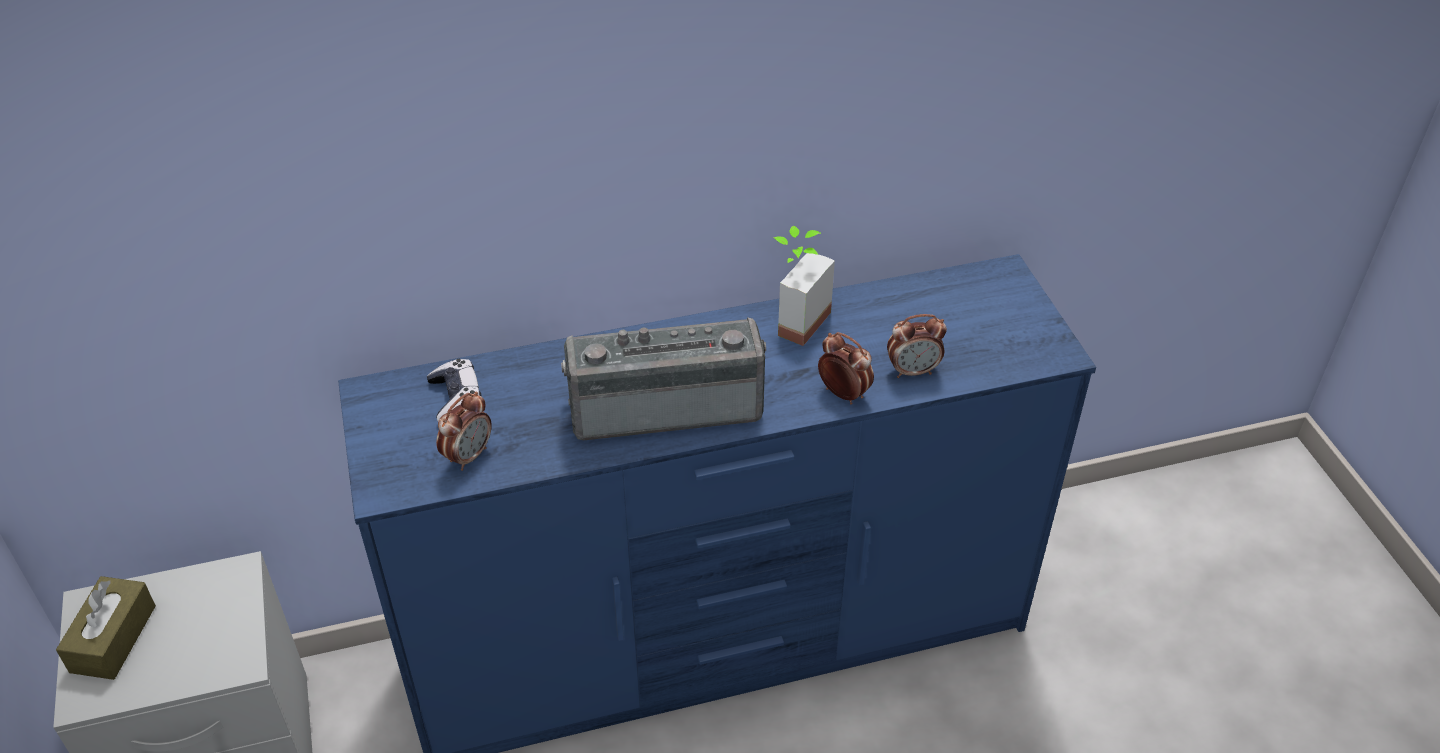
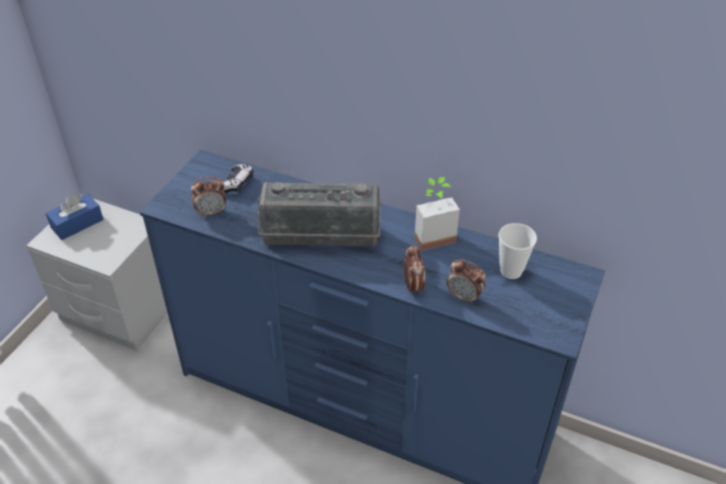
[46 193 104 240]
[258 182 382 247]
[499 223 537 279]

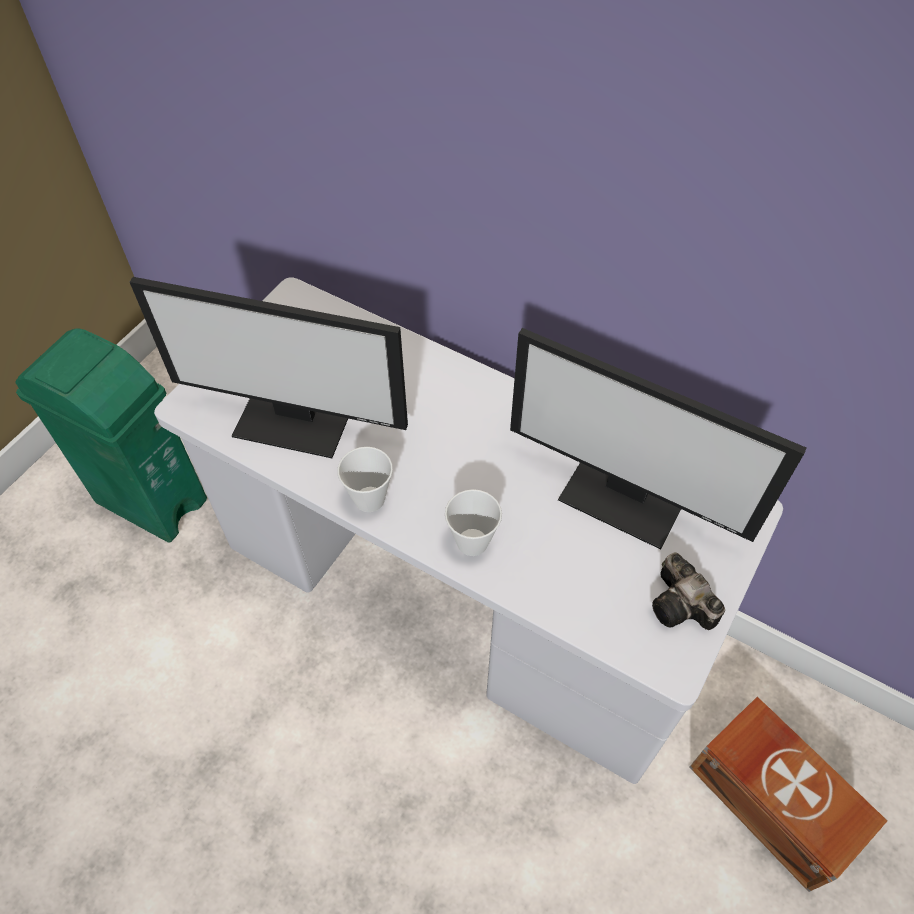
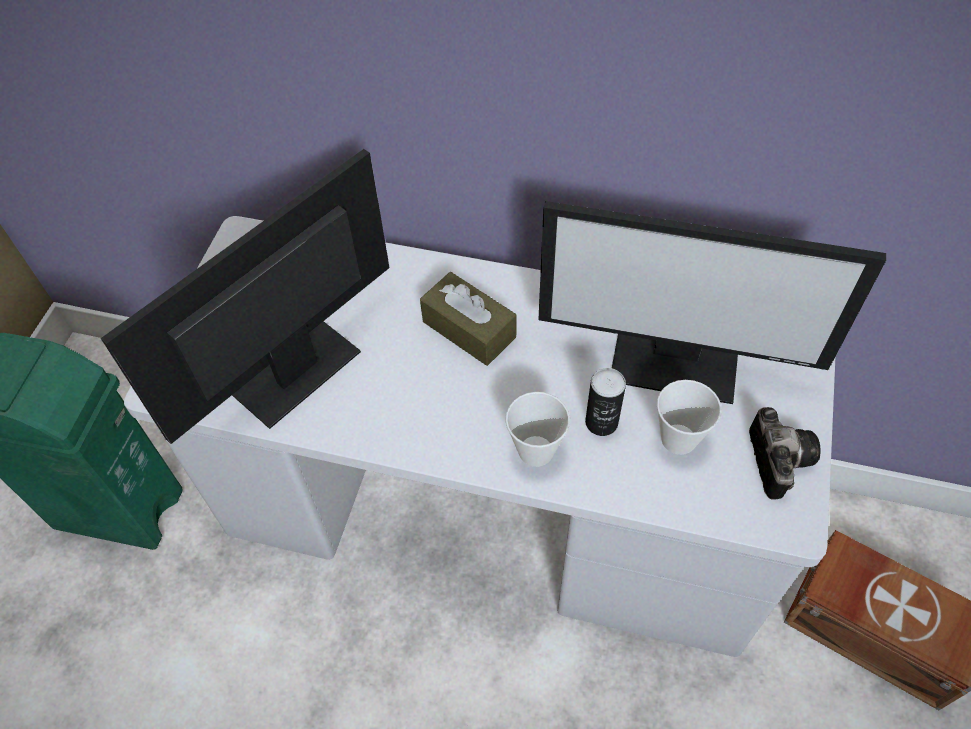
[101 149 390 444]
[420 272 517 366]
[585 368 626 436]
[657 380 722 455]
[749 407 821 499]

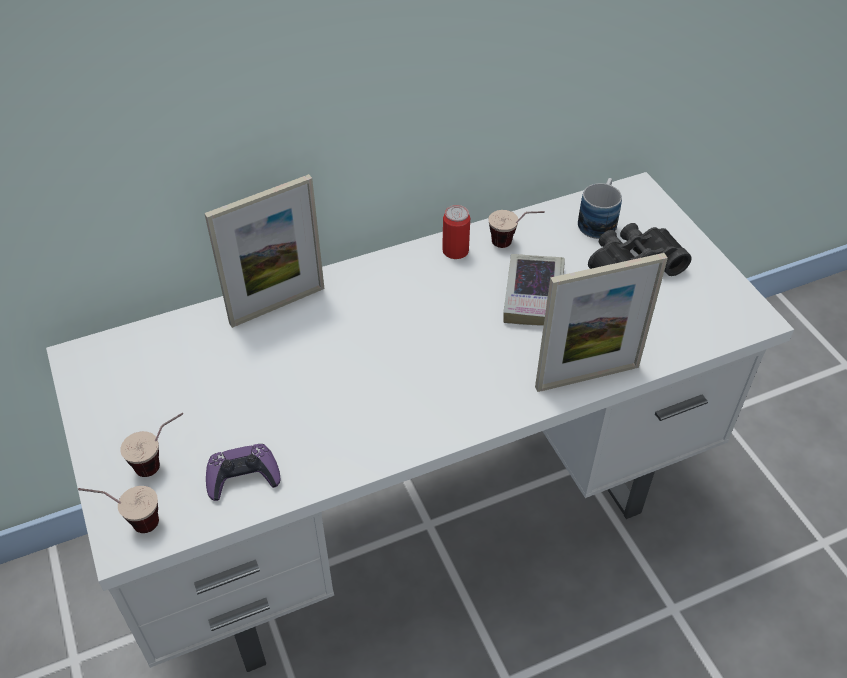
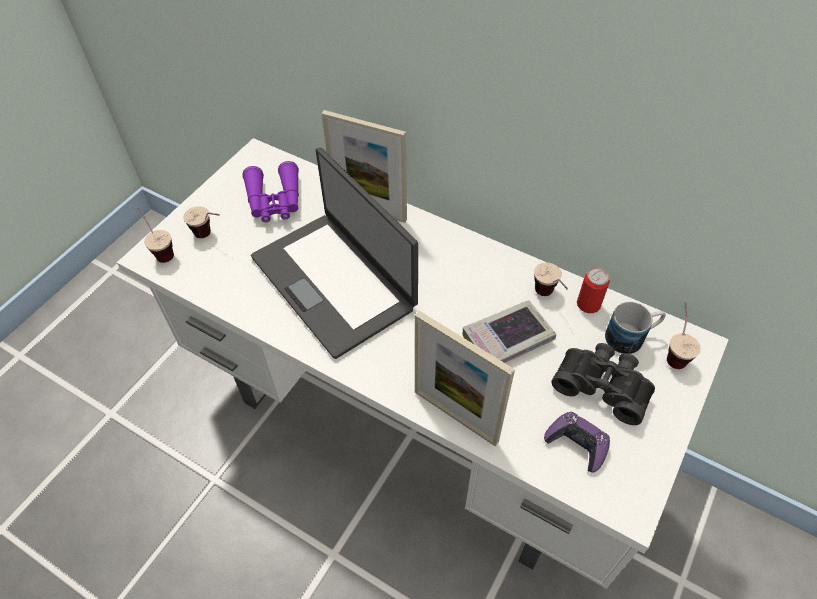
[242 161 299 222]
[251 147 418 359]
[544 412 610 473]
[577 267 610 313]
[667 302 701 369]

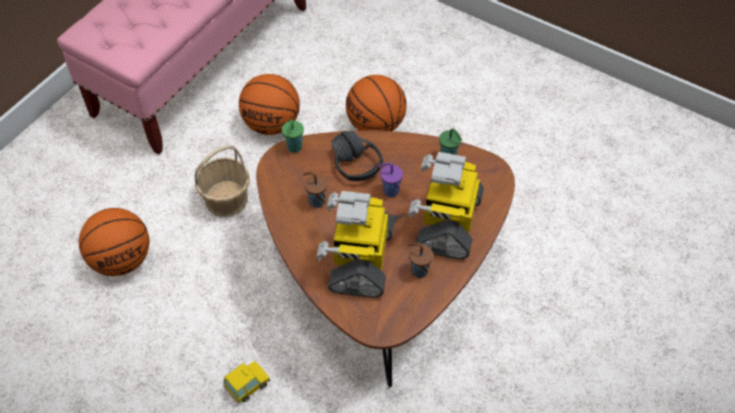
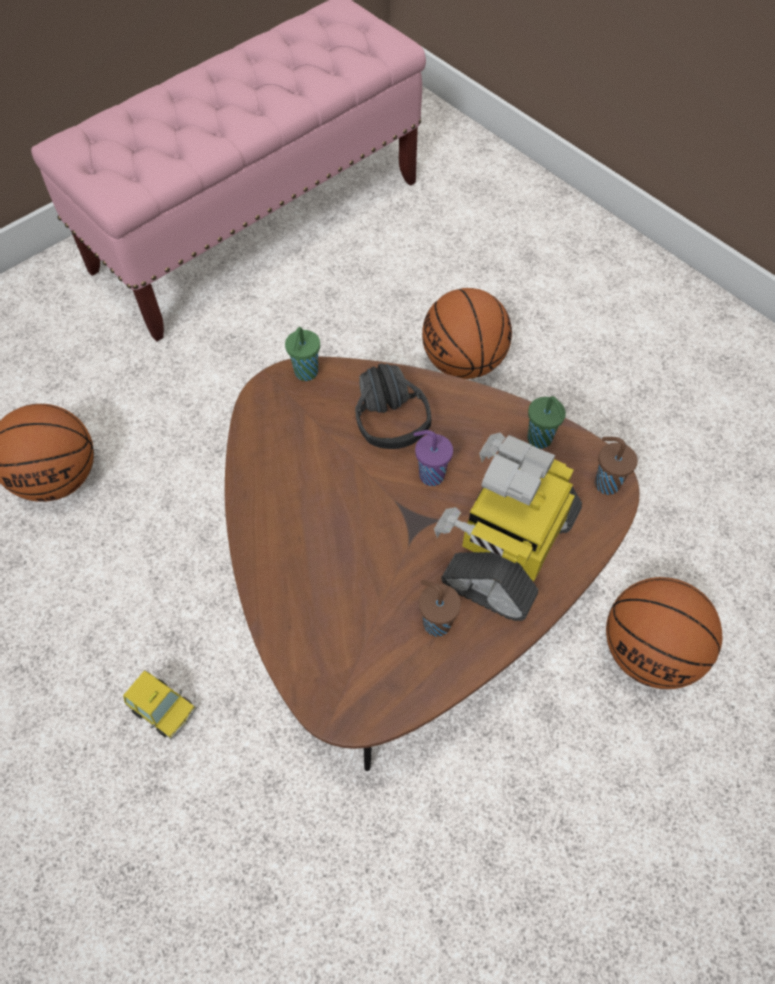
[123 670 197 740]
[595 437 638 495]
[606 577 723 689]
[194 145 250 217] (first image)
[316 191 395 298] (first image)

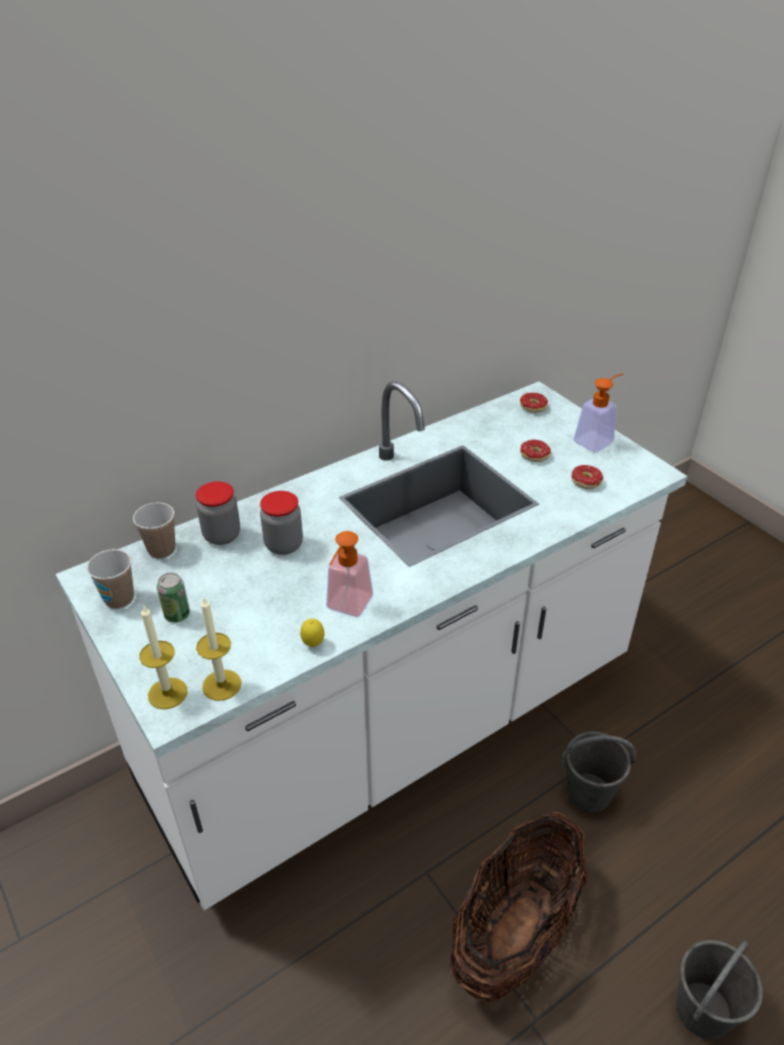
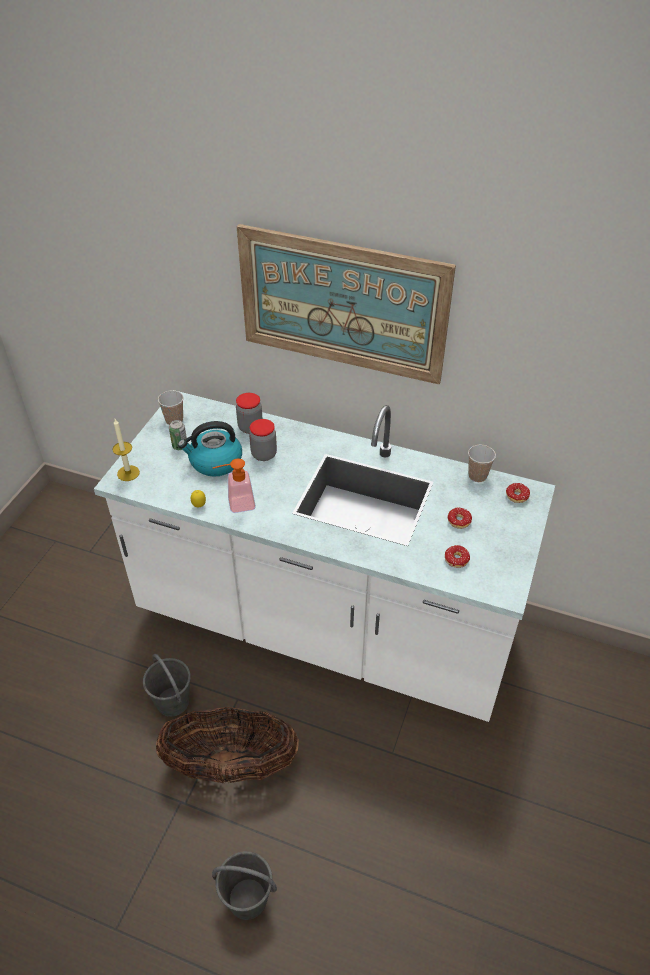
[143 654 191 717]
[178 421 242 477]
[237 224 456 384]
[468 445 496 482]
[196 596 241 701] (first image)
[574 373 623 452] (first image)

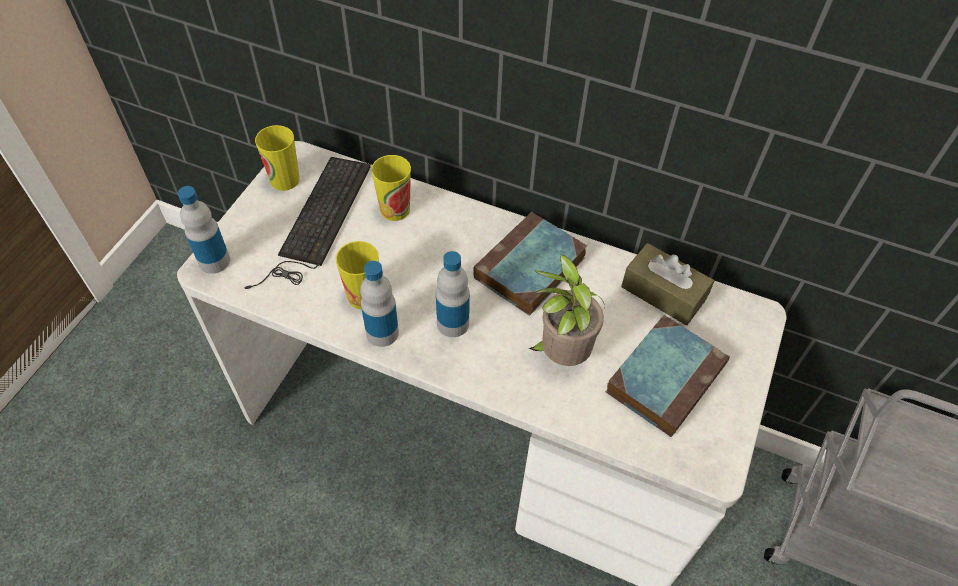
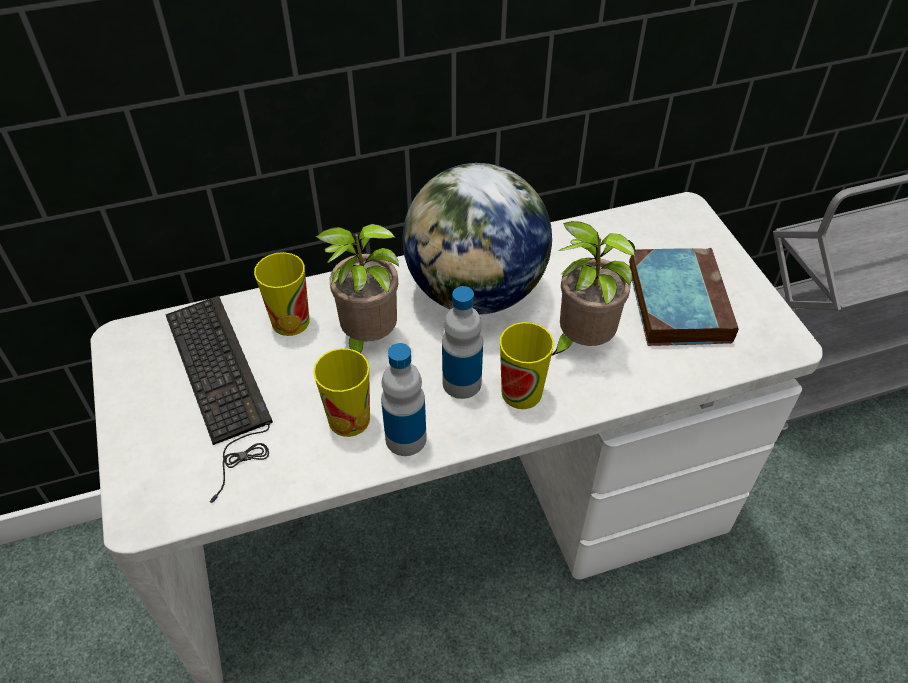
[316 224 399 353]
[402 163 552 315]
[500 322 554 409]
[178 186 230 274] (first image)
[621 243 714 325] (first image)

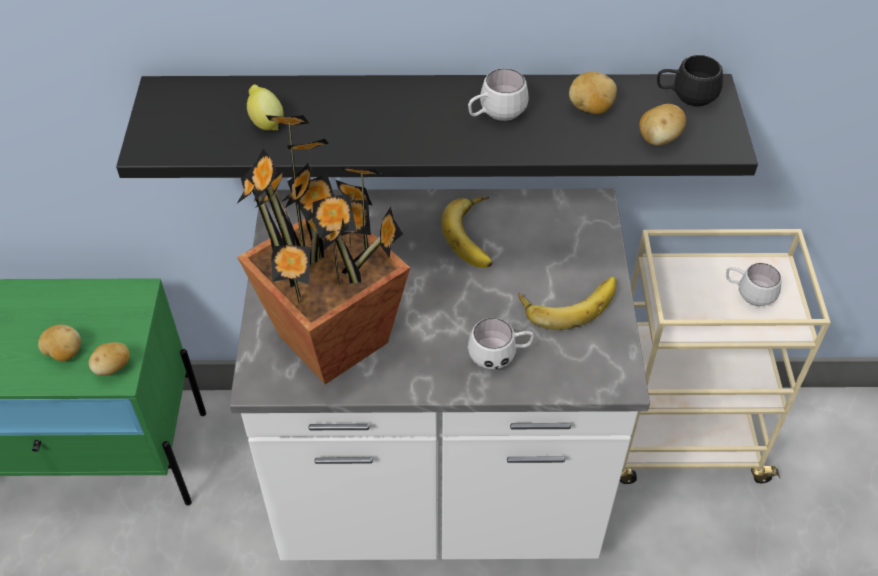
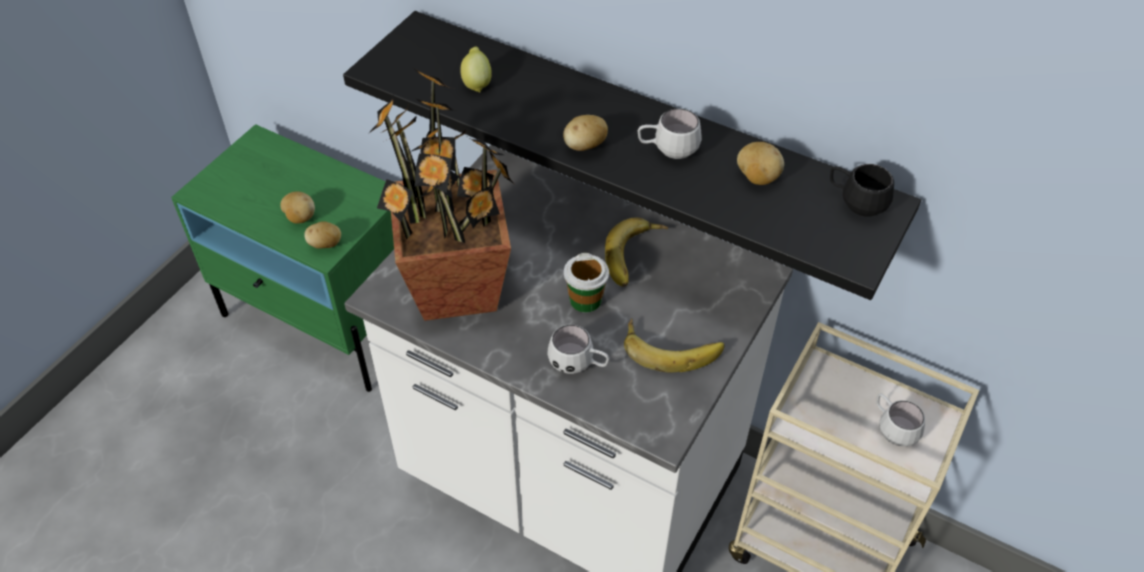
[563 115 608 151]
[564 253 609 313]

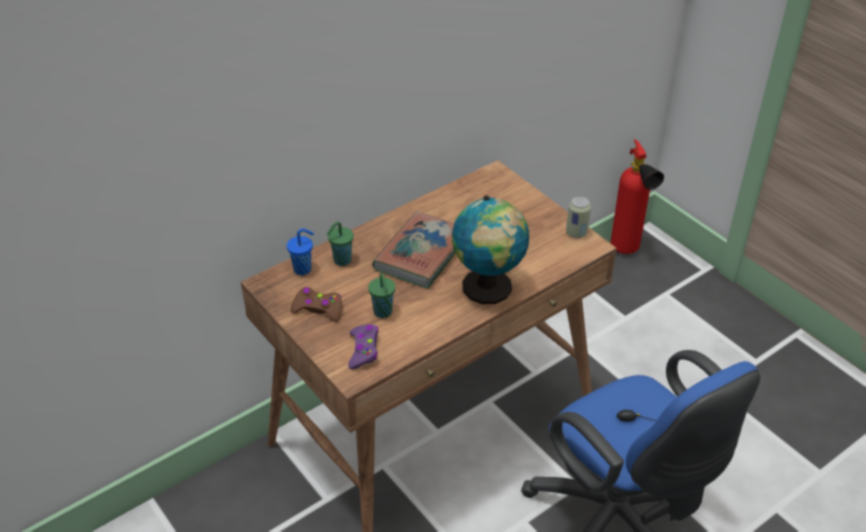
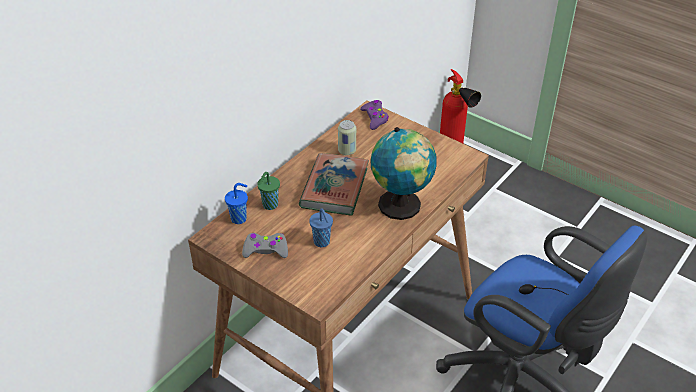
[242 233 288 258]
[309 208 333 247]
[338 120 356 155]
[360 100 389 130]

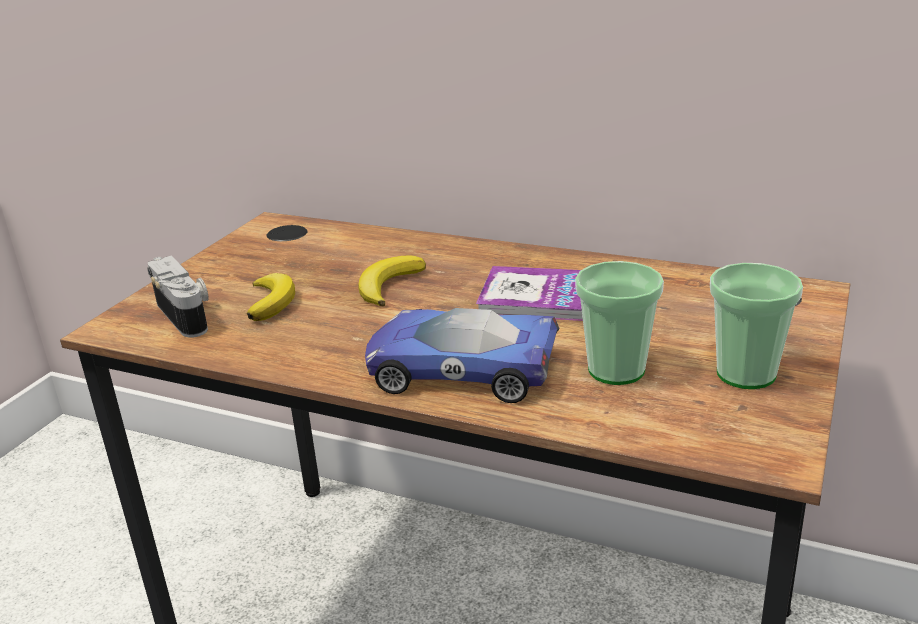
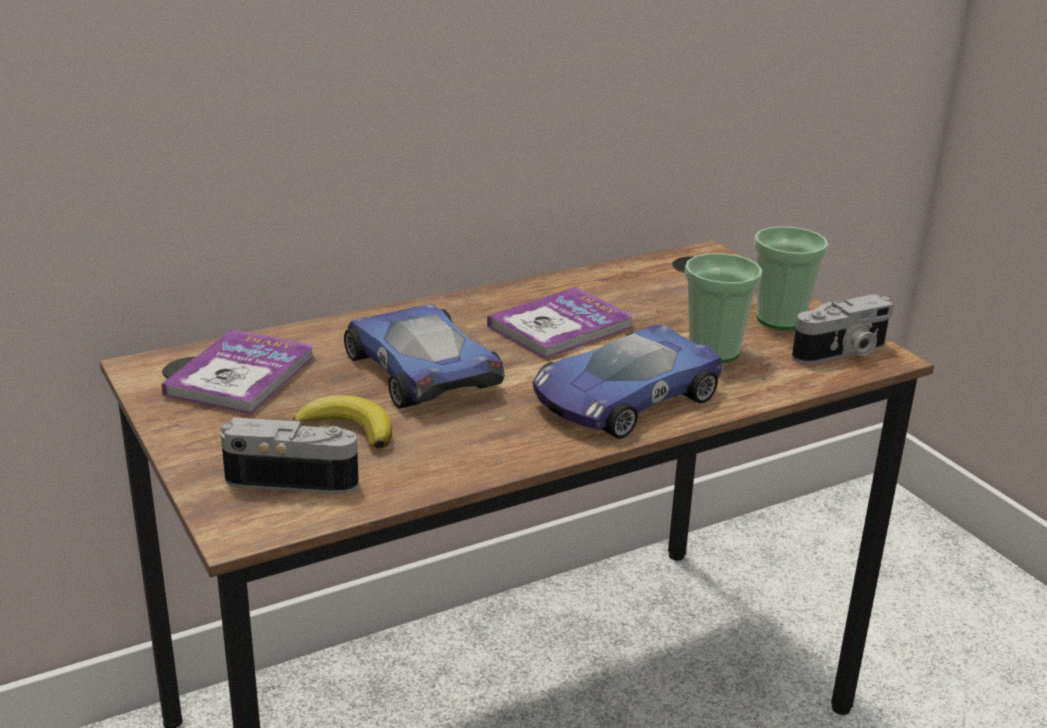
[161 329 315 414]
[344 304 505 408]
[792 294 894 364]

